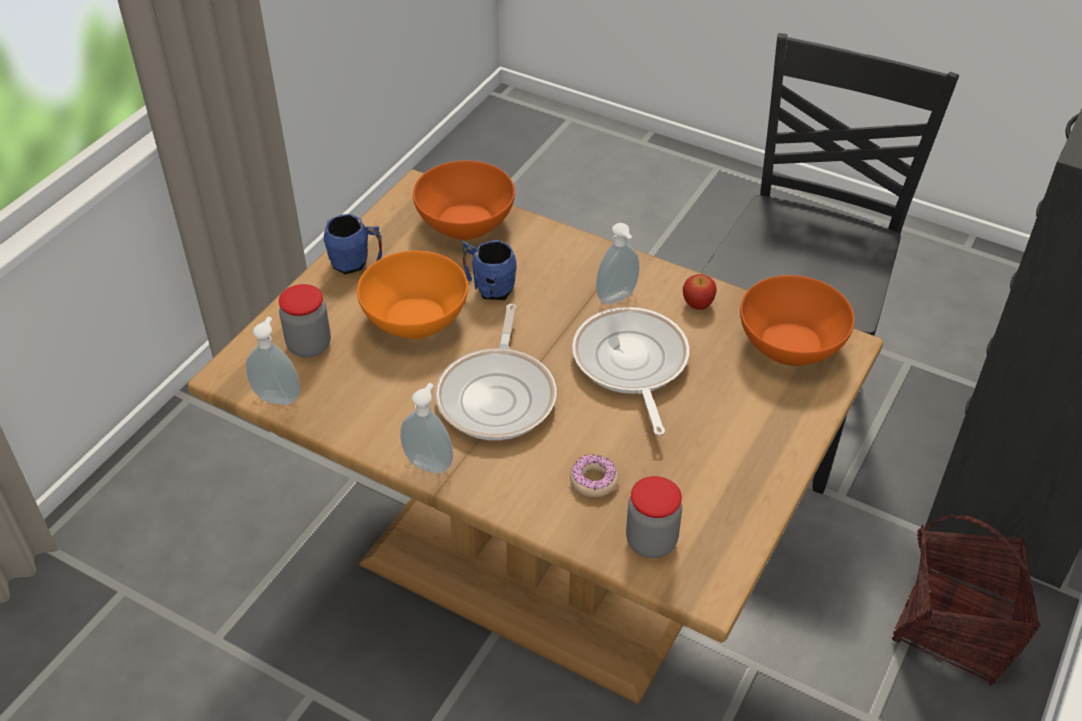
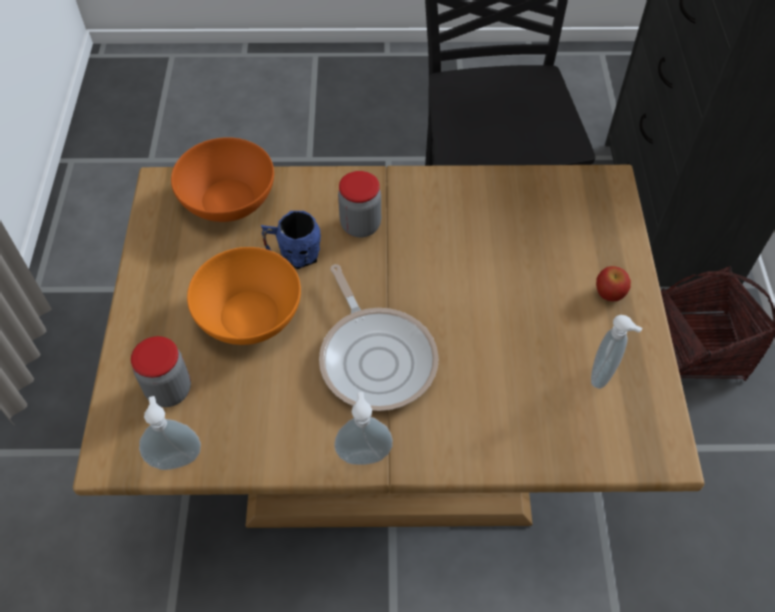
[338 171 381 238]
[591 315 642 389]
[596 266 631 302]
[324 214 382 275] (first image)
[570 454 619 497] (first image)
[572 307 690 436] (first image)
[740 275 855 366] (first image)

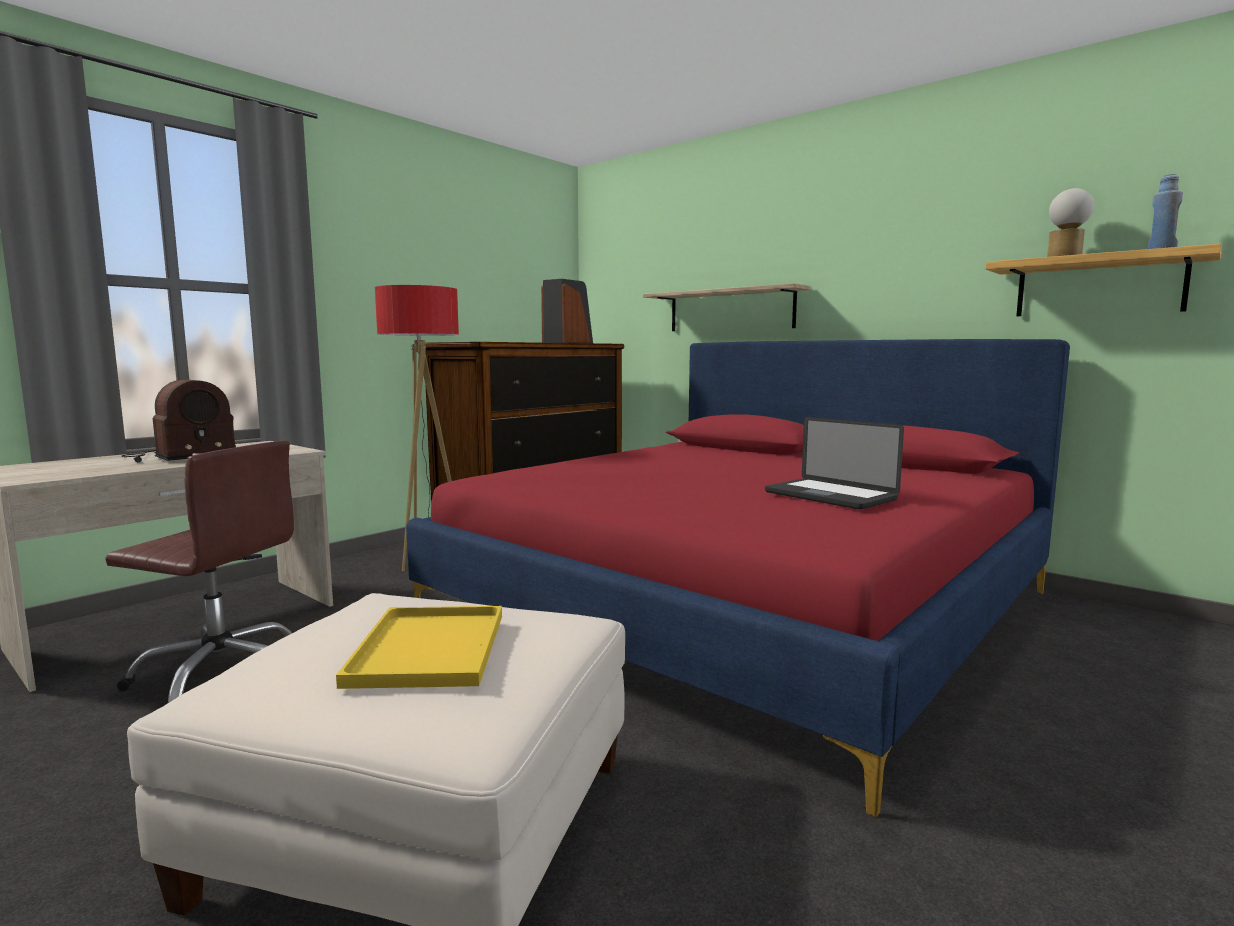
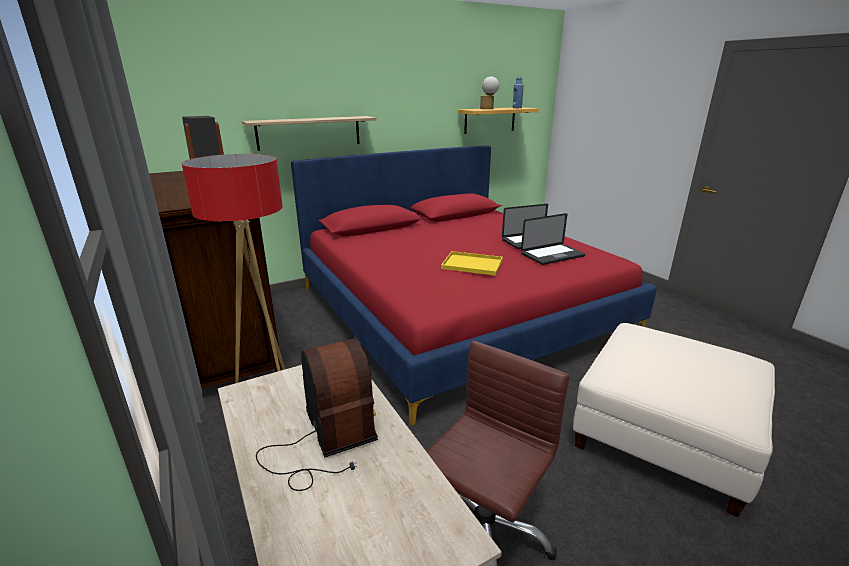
[441 251 503 276]
[521 213 586 265]

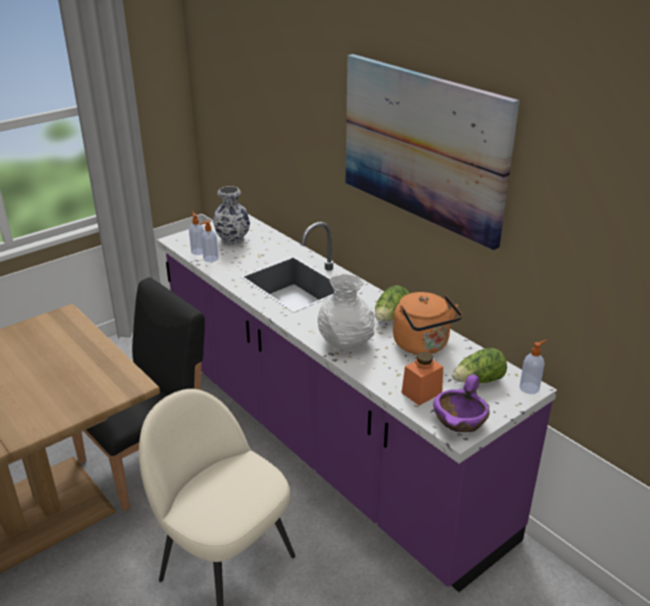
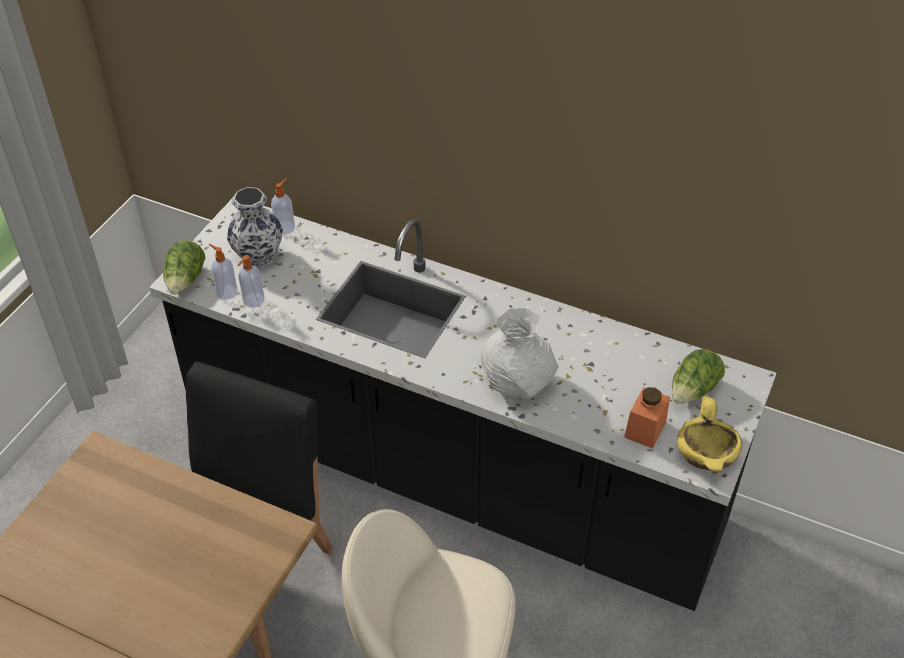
[149 197 776 611]
[163 240 206 295]
[271 179 295 235]
[677 396 742 472]
[346 54 520 250] (first image)
[393 292 462 355] (first image)

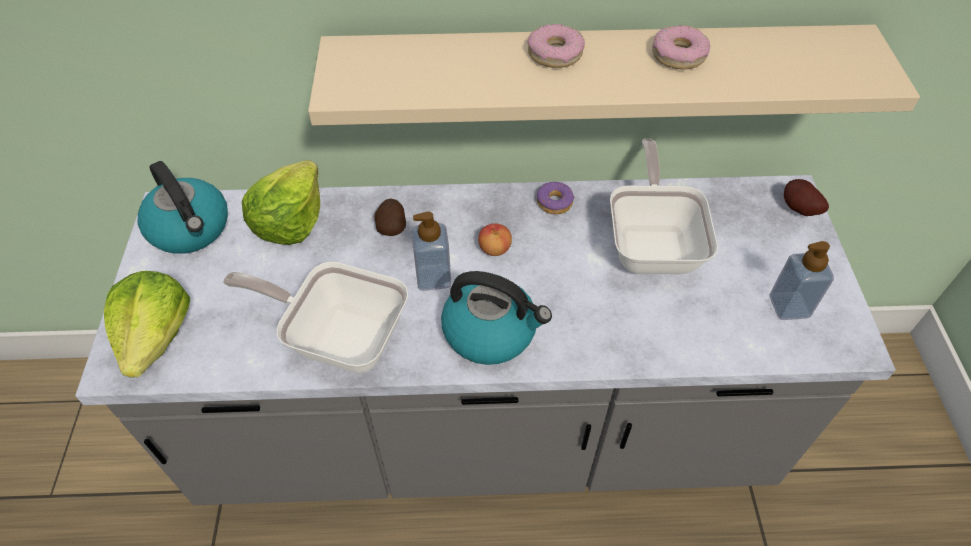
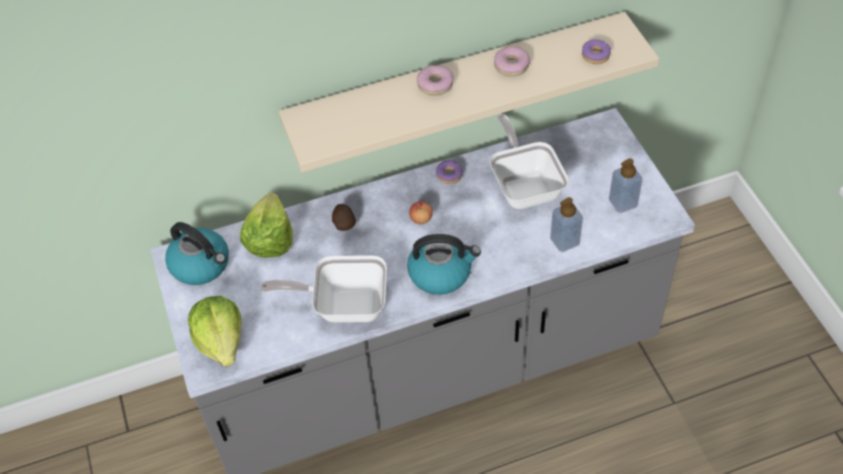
[550 197 583 252]
[582 39 611 64]
[784 179 829 216] (first image)

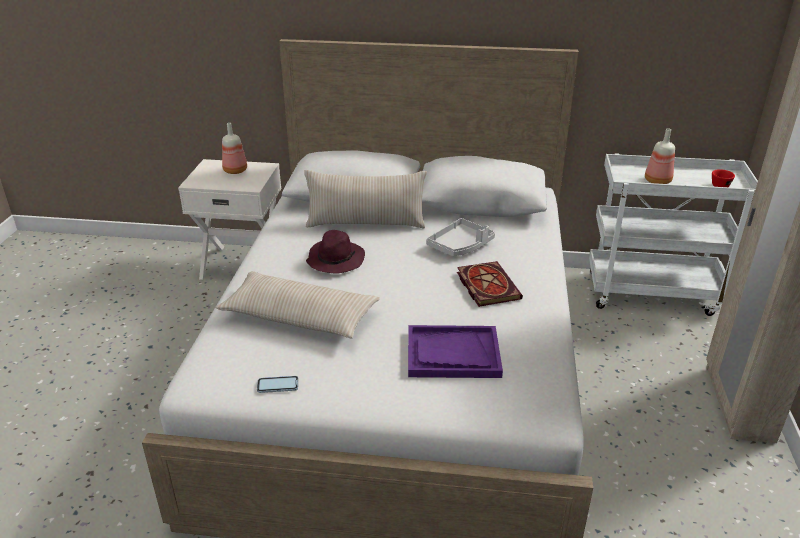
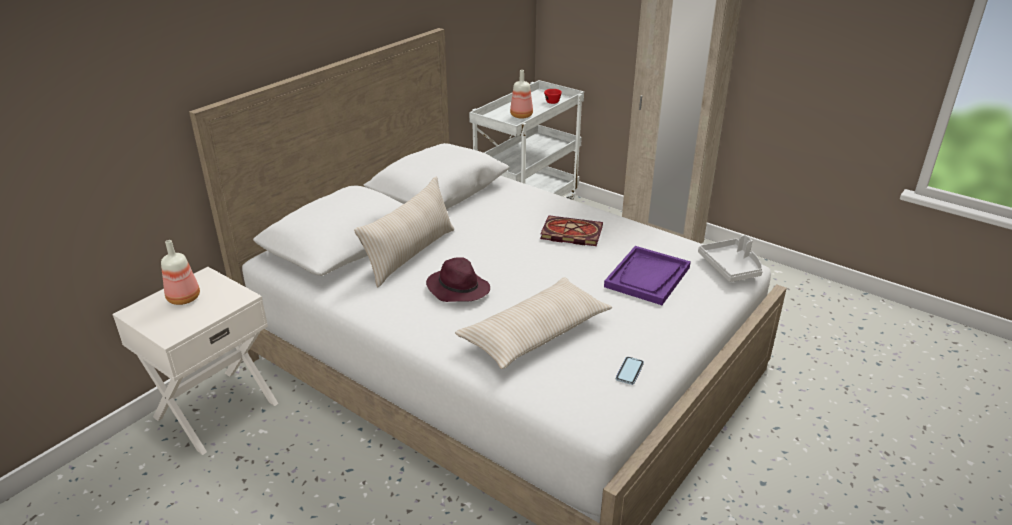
[698 235 763 282]

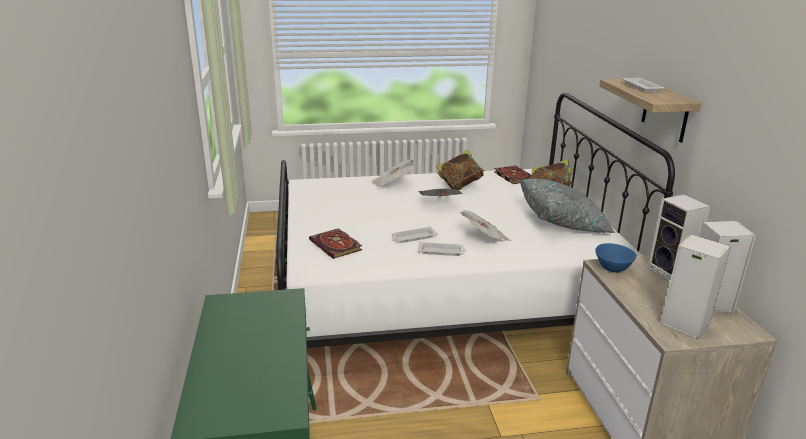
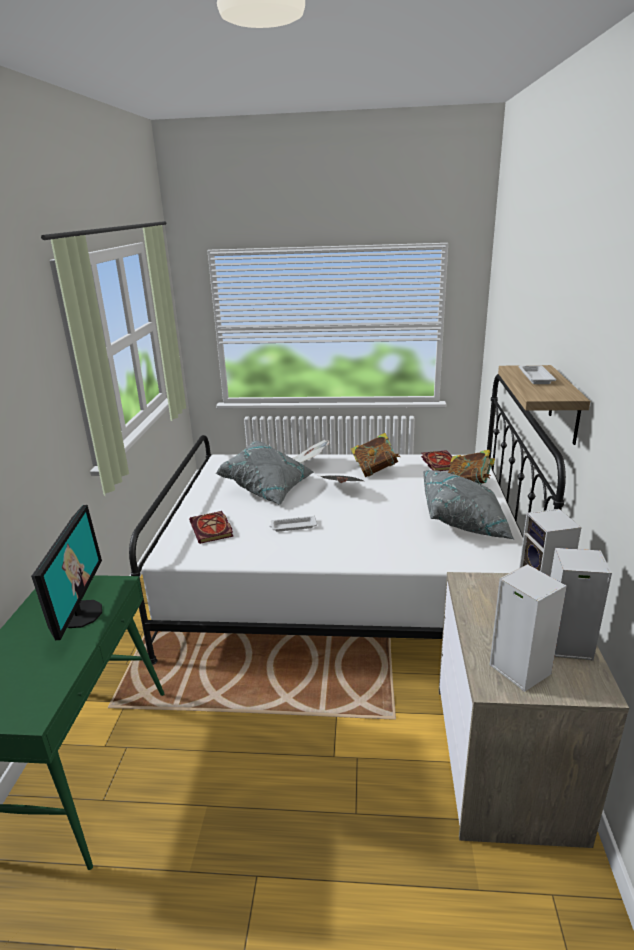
[31 505 102 640]
[216 440 314 505]
[418 242 466 256] (first image)
[459 211 512 241] (first image)
[595 243 637 273] (first image)

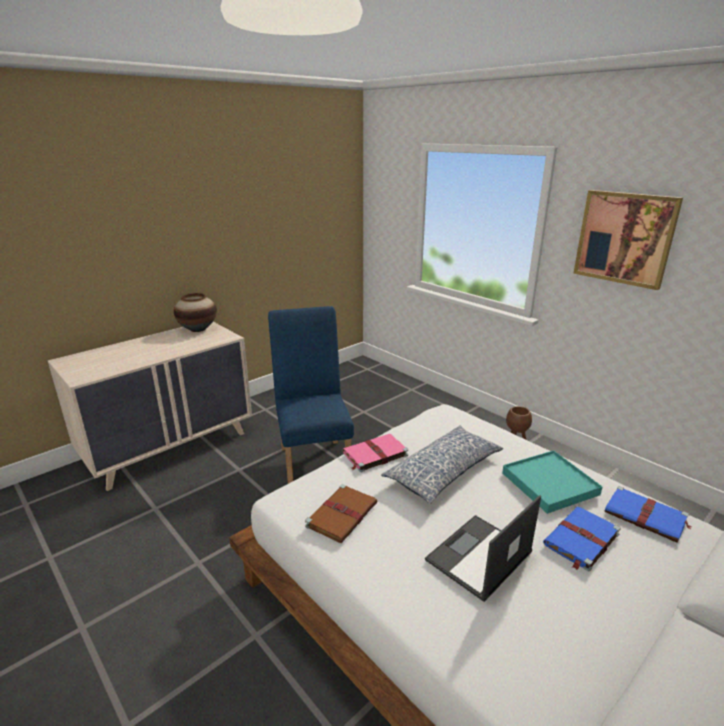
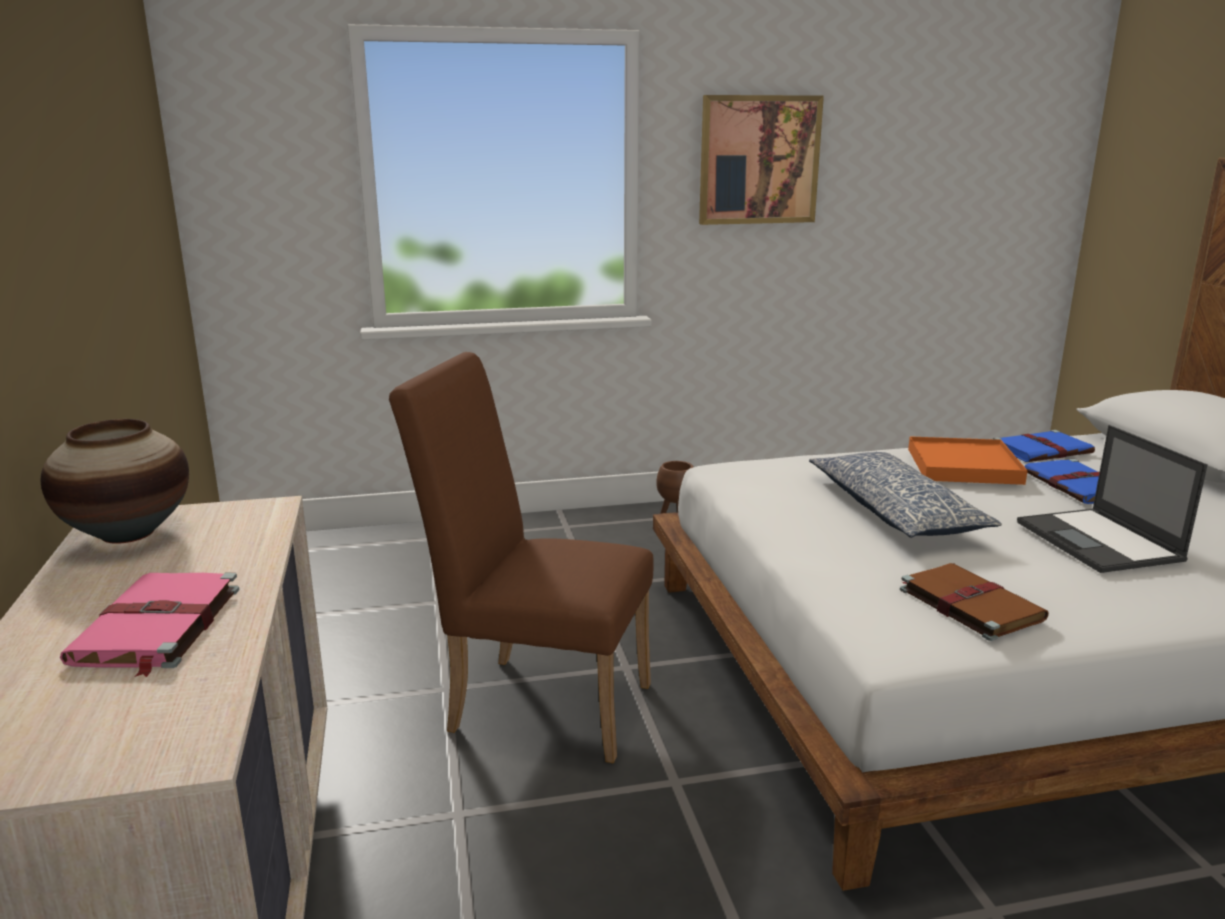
[60 573 239 677]
[389 352 654 764]
[908 436 1028 485]

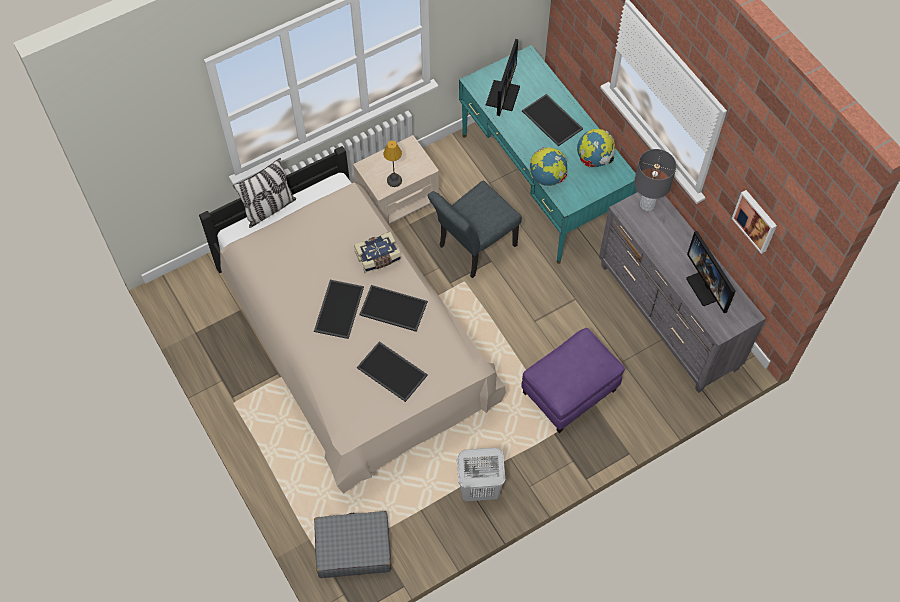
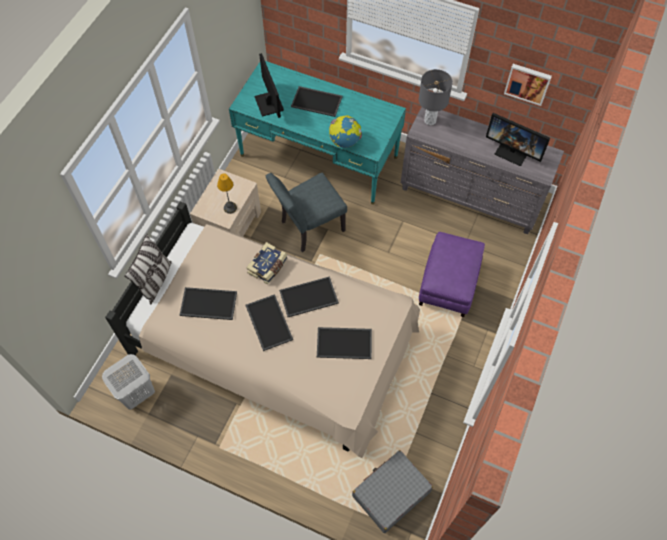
[102 354 155 410]
[180 287 237 320]
[266 173 347 252]
[577 129 615 167] (first image)

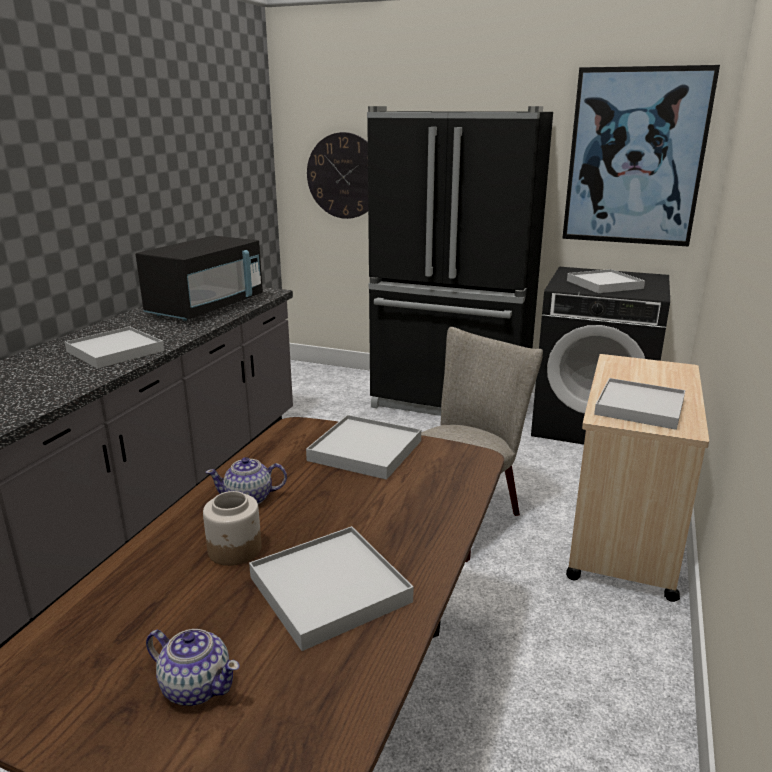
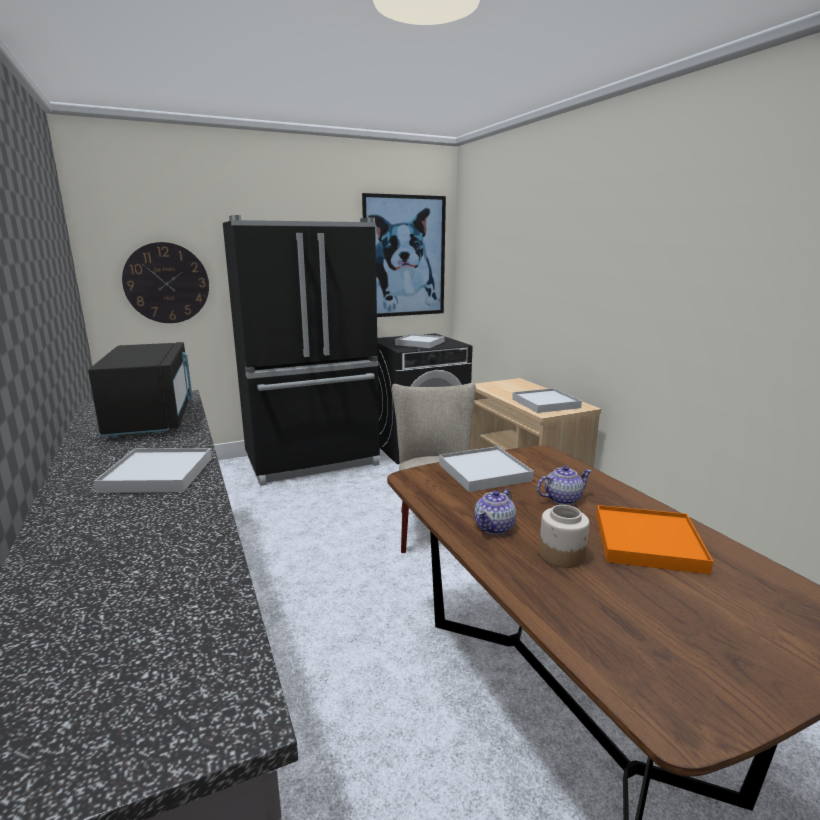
[537 466 592 505]
[596 505 713 575]

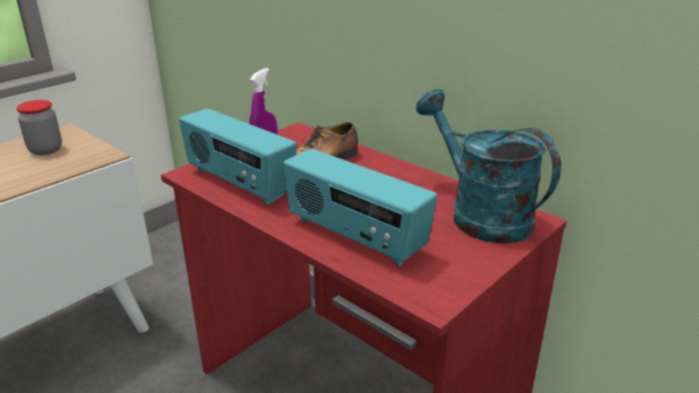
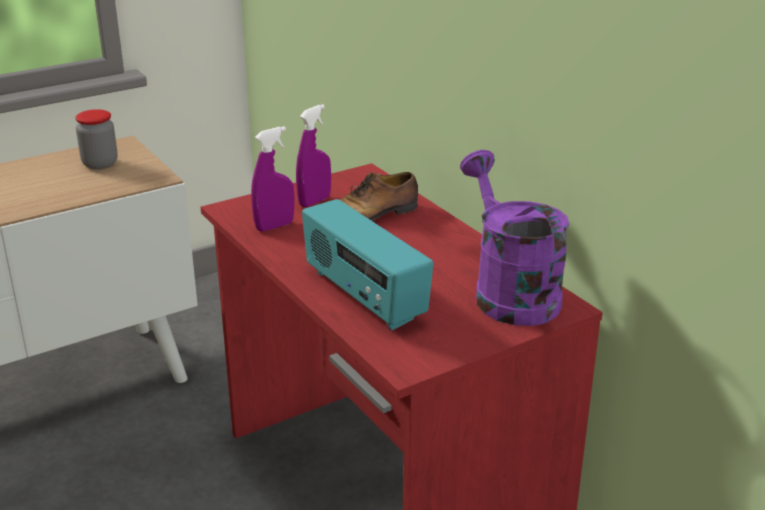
[251 126 295 231]
[460 150 570 326]

